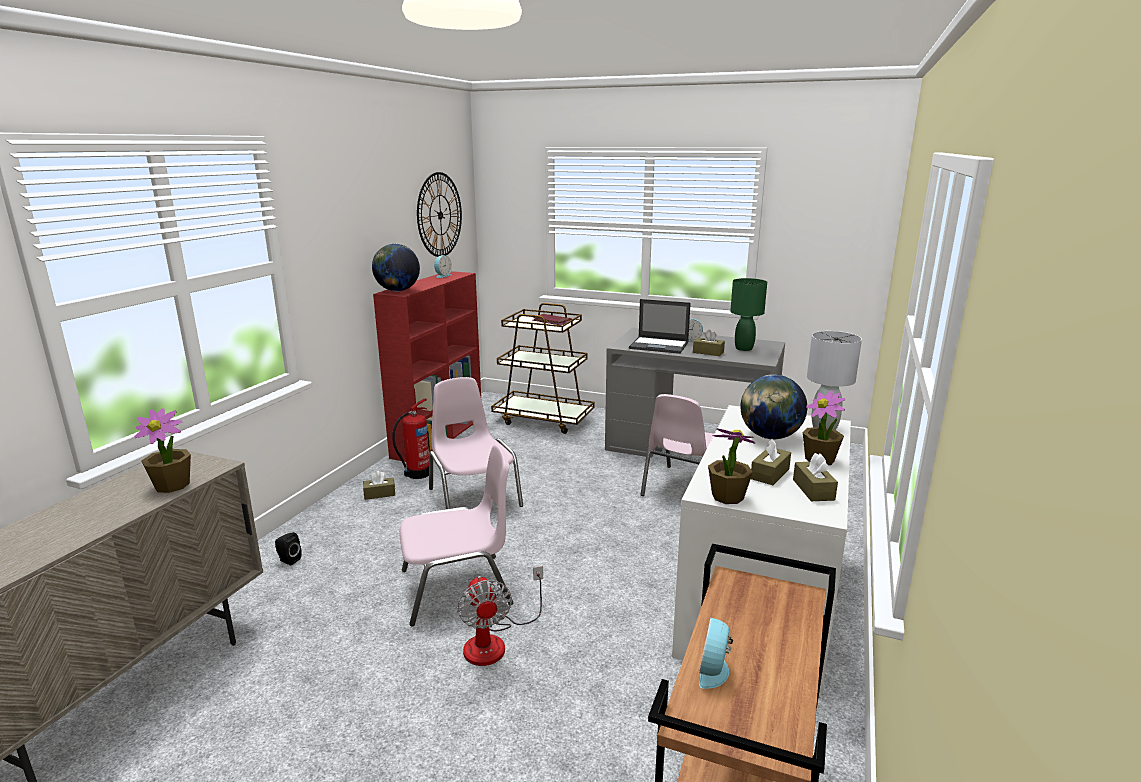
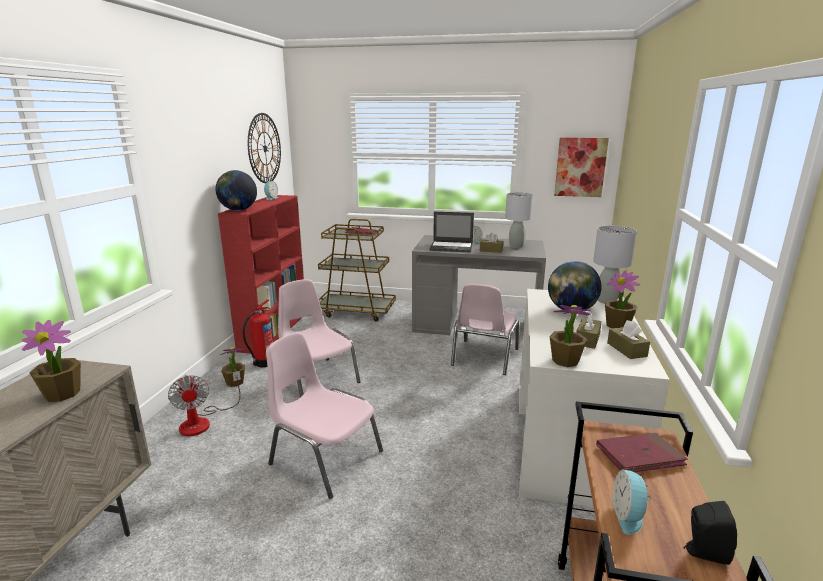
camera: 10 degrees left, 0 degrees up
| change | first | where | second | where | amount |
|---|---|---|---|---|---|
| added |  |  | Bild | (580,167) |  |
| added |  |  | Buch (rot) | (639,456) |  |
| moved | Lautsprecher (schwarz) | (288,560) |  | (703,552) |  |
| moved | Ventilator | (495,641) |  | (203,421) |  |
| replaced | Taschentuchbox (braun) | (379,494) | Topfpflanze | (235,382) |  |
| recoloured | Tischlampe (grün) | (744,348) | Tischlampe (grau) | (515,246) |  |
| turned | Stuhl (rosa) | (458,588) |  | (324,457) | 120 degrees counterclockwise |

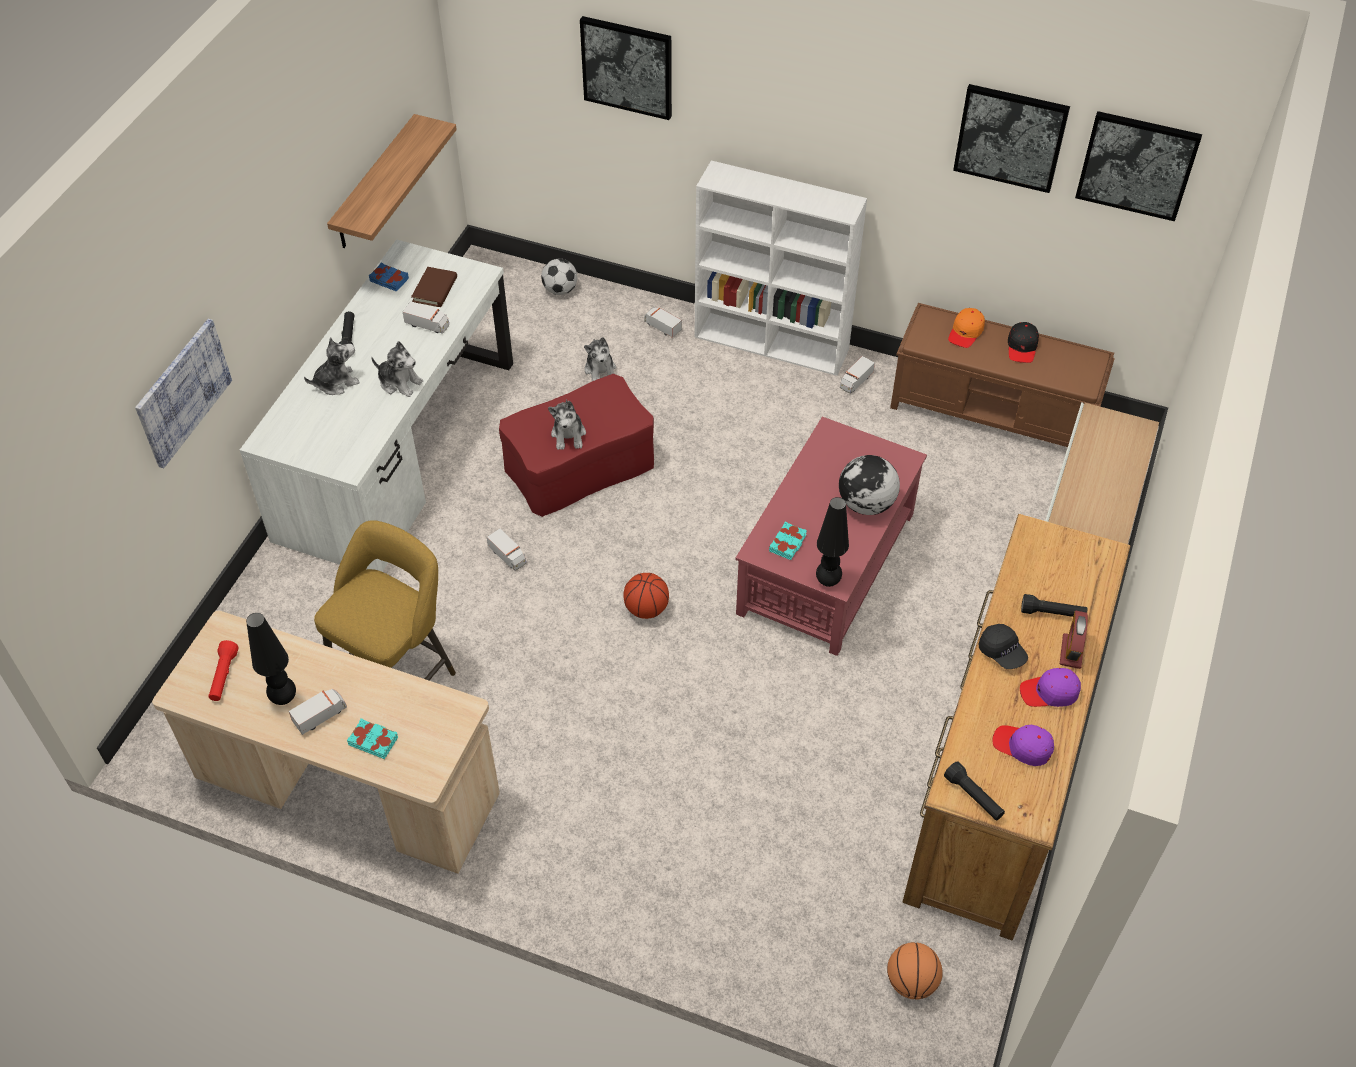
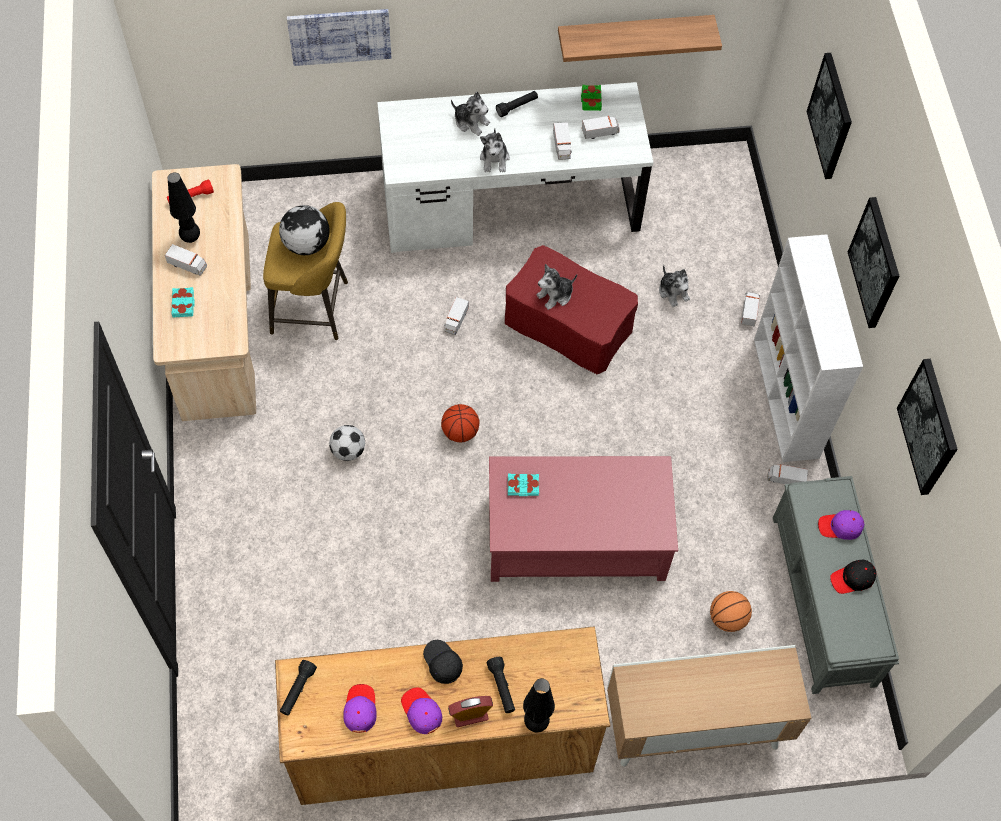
camera: 60 degrees right, 10 degrees up
| change | first | where | second | where | amount |
|---|---|---|---|---|---|
| moved | Fußball | (560,290) |  | (348,451) |  |
| moved | Tischlampe (schwarz) | (828,581) |  | (536,723) |  |
| moved | Globus | (865,504) |  | (306,244) |  |
| moved | Basketball | (911,981) |  | (727,618) |  |
| moved | Bild | (1137,165) |  | (875,263) |  |
| replaced | Buch (braun) | (435,289) | Spielzeuglaster | (600,132) |  |
| recoloured | Buch (blau) | (389,280) | Buch (grün) | (591,100) |  |
| recoloured | Bank (braun) | (994,411) | Bank (grau) | (823,601) |  |
| recoloured | Kappe (orange) | (966,332) | Kappe (lila) | (840,527) |  |
| turned | Plüschtier | (600,370) |  | (673,292) | 75 degrees counterclockwise |
| turned | Kappe (schwarz) | (1002,652) |  | (442,663) | 120 degrees clockwise |

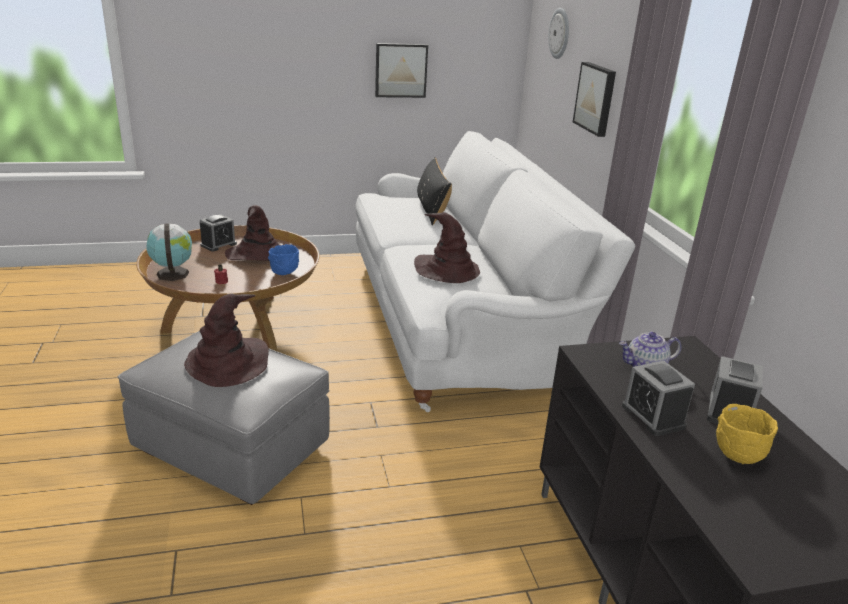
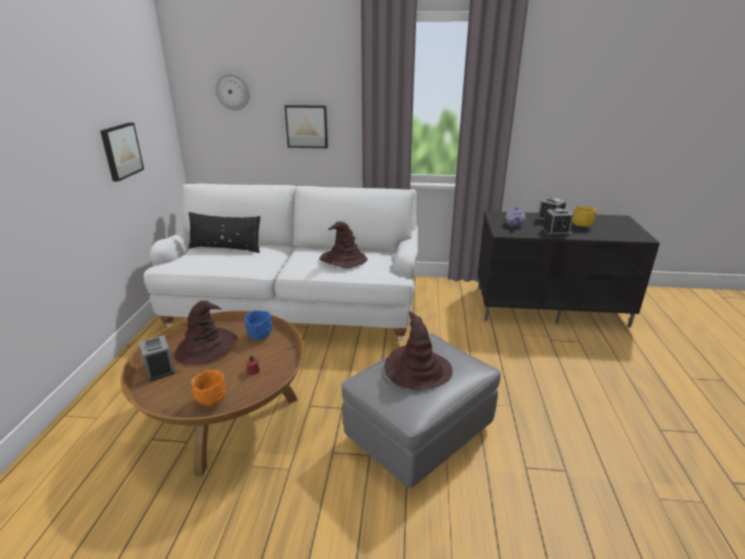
camera: 70 degrees left, 0 degrees up
| change | first | where | second | where | amount |
|---|---|---|---|---|---|
| replaced | Globus | (172,273) | Schüssel (orange) | (211,402) |  |

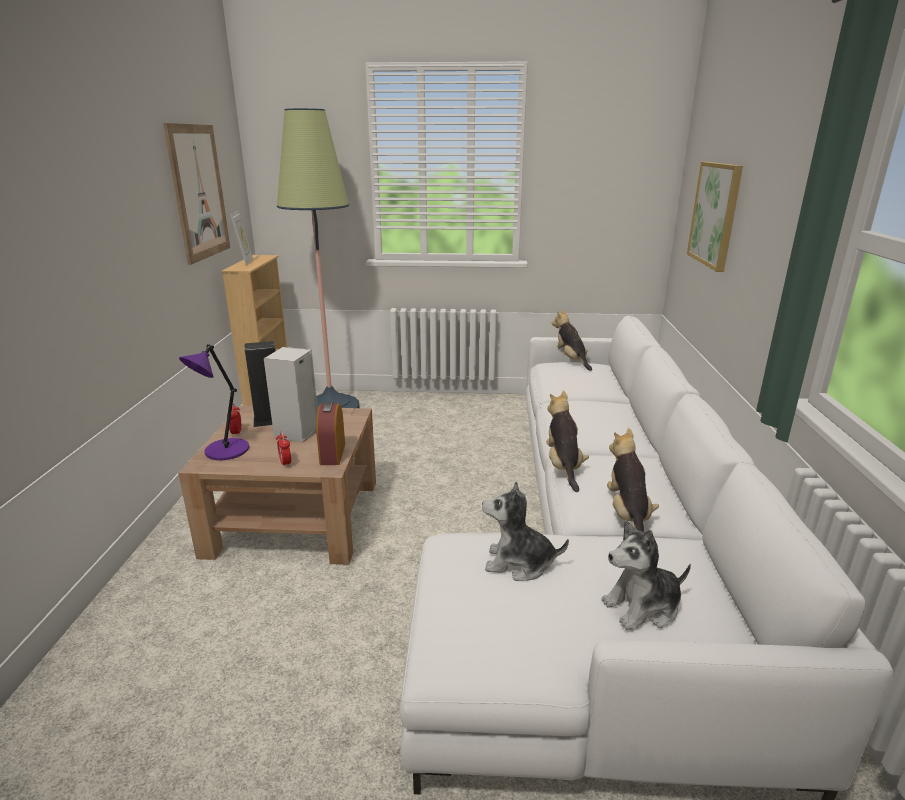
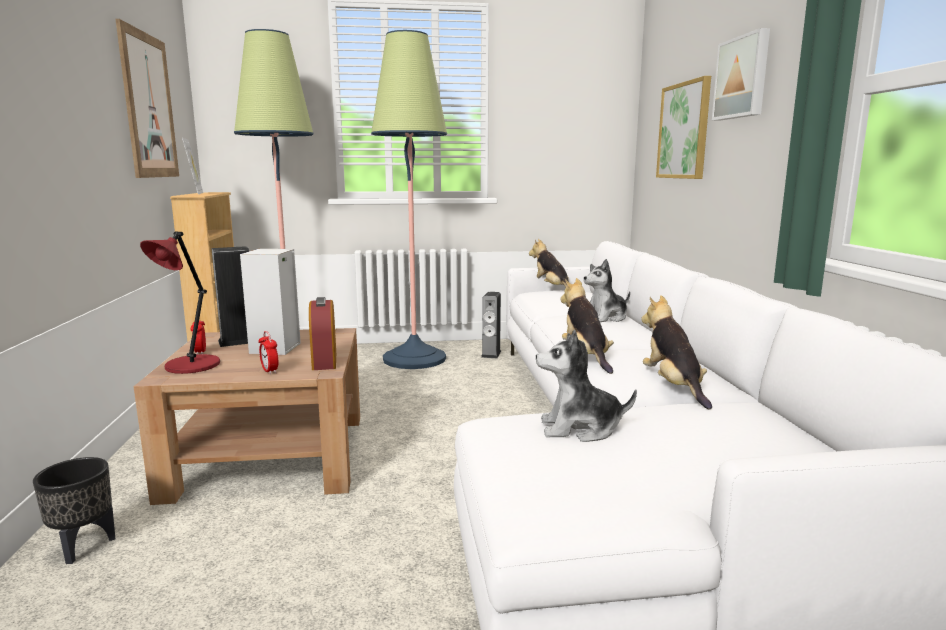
camera: 10 degrees left, 10 degrees down
| change | first | where | second | where | amount |
|---|---|---|---|---|---|
| added |  |  | Pflanzkübel (schwarz) | (83,546) |  |
| added |  |  | Stehlampe | (414,359) |  |
| added |  |  | Lautsprecher | (491,354) |  |
| added |  |  | Bild | (743,77) |  |
| moved | Plüschtier | (642,607) |  | (605,318) |  |
| recoloured | Tischlampe (lila) | (225,451) | Tischlampe (rot) | (190,366) |  |

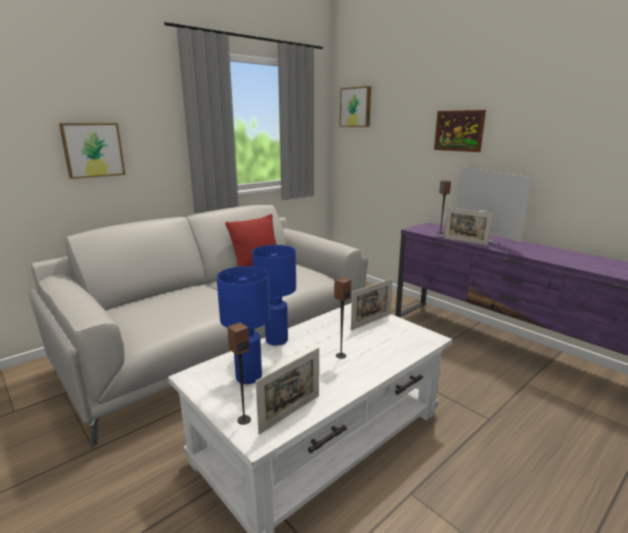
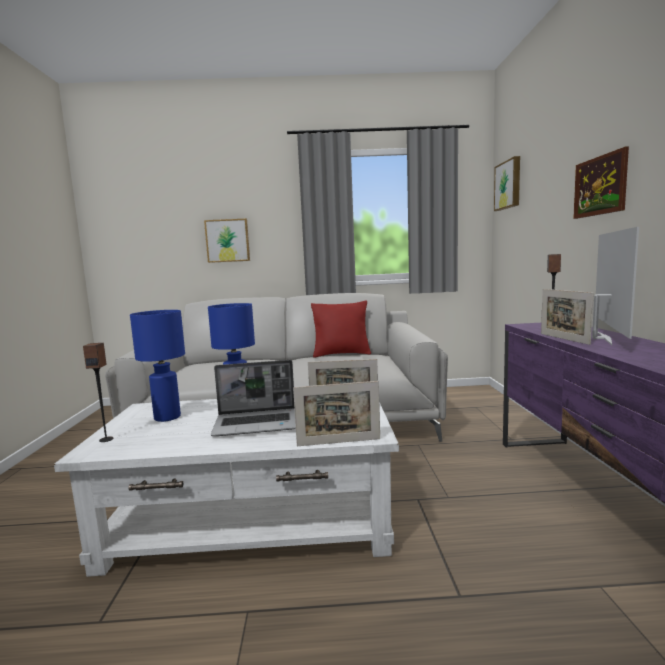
camera: 40 degrees right, 10 degrees down
| change | first | where | second | where | amount |
|---|---|---|---|---|---|
| moved | Bilderrahmen | (290,413) |  | (338,442) |  |
| replaced | Lautsprecher | (340,355) | Laptop | (257,424) |  |

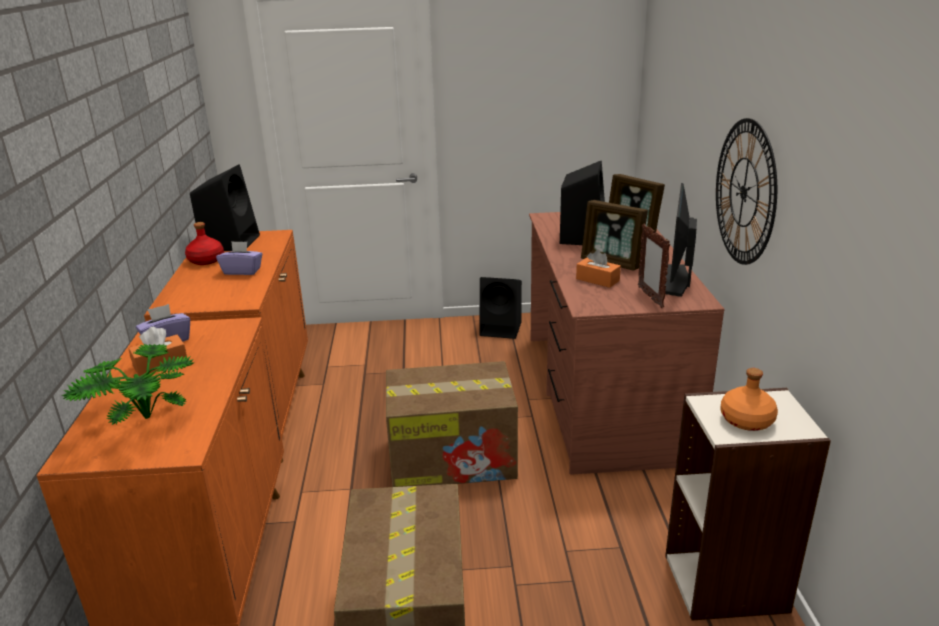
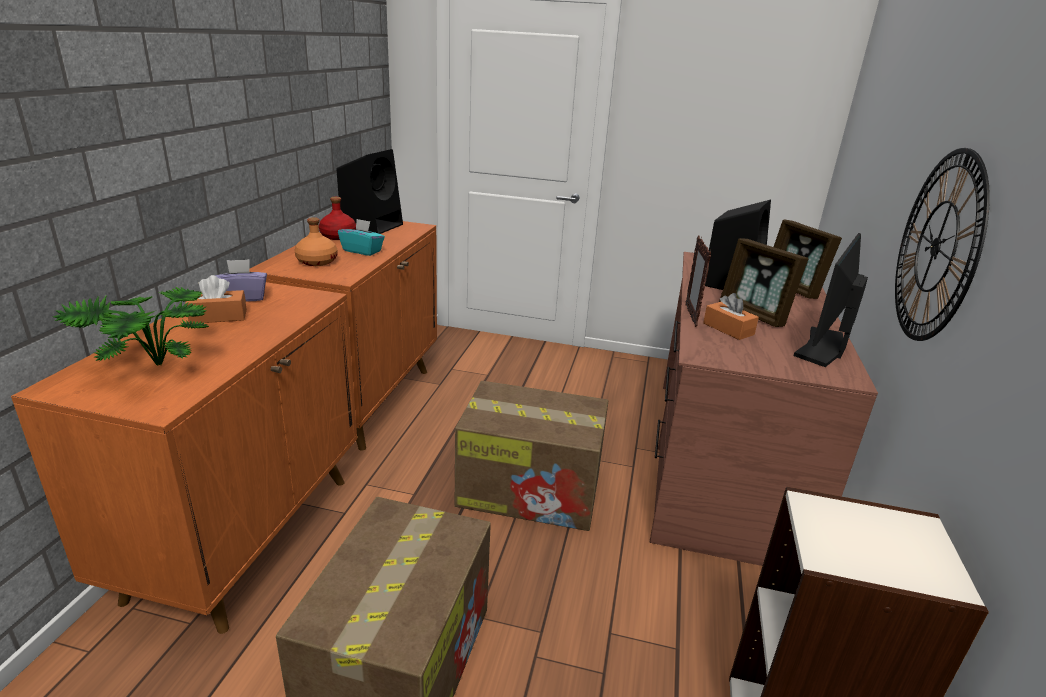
camera: 15 degrees right, 0 degrees up
| change | first | where | second | where | amount |
|---|---|---|---|---|---|
| removed | Lautsprecher (schwarz) | (502,329) |  |  |  |
| moved | Bilderrahmen | (650,297) |  | (691,315) |  |
| moved | Flasche (orange) | (746,420) |  | (316,261) |  |
| recoloured | Taschentuchbox (lila) | (242,271) | Taschentuchbox (türkis) | (362,251) |  |

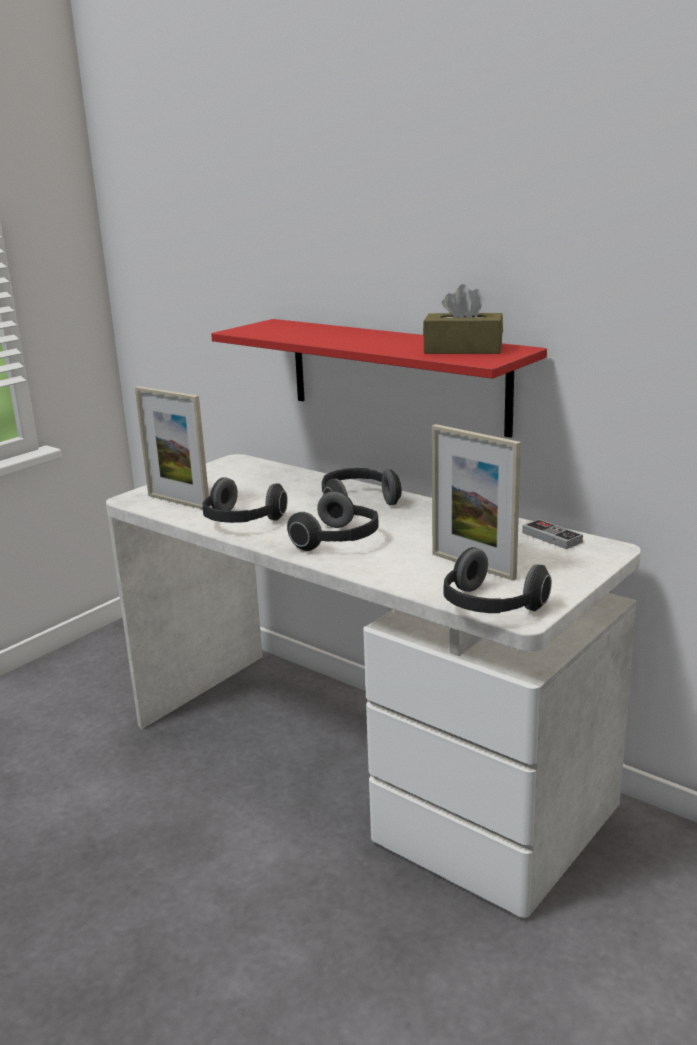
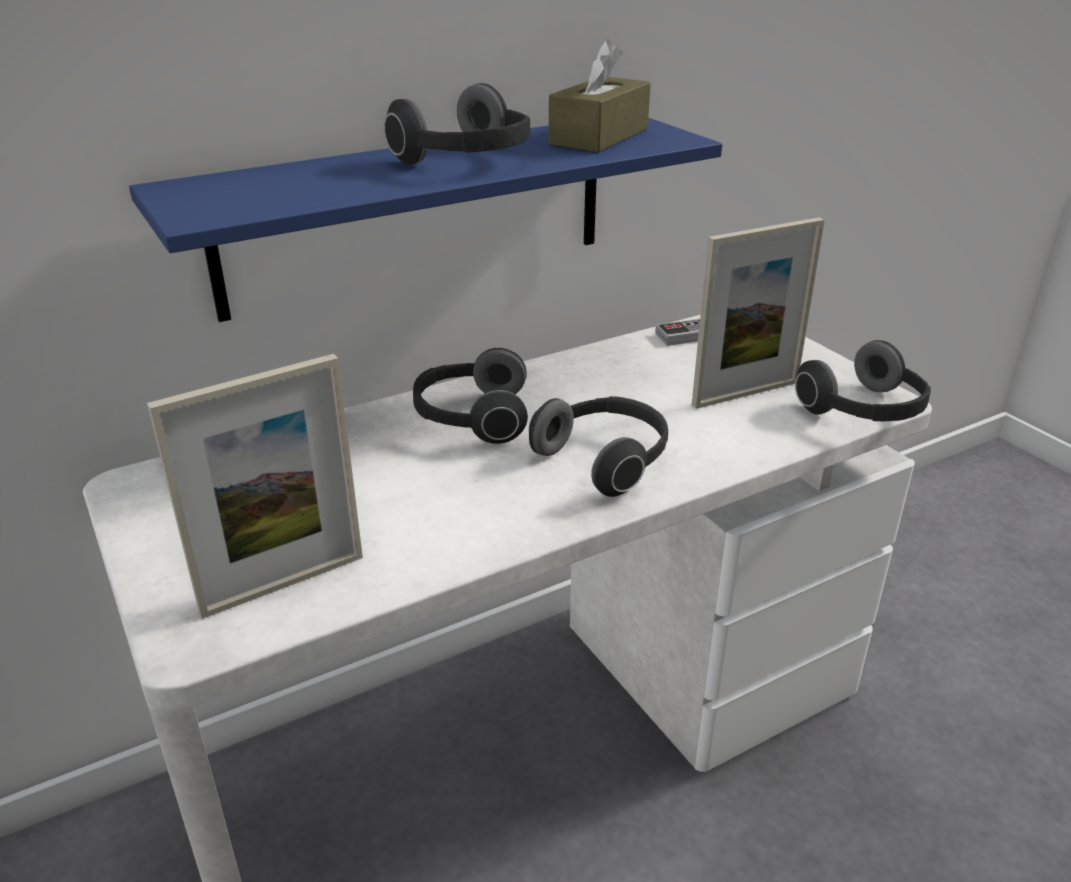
camera: 70 degrees left, 10 degrees up
| change | first | where | second | where | amount |
|---|---|---|---|---|---|
| moved | Kopfhörer | (241,522) |  | (467,160) |  |
| recoloured | Wandregal (rot) | (396,375) | Wandregal (blau) | (417,213) |  |

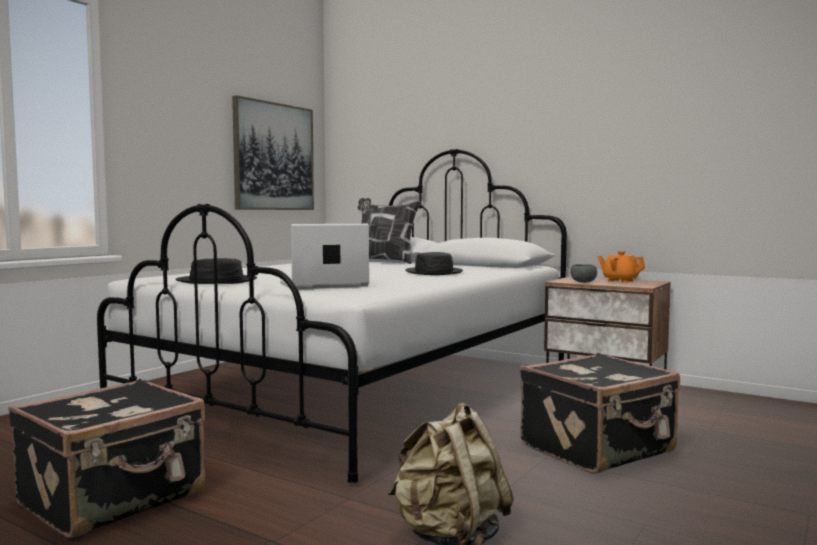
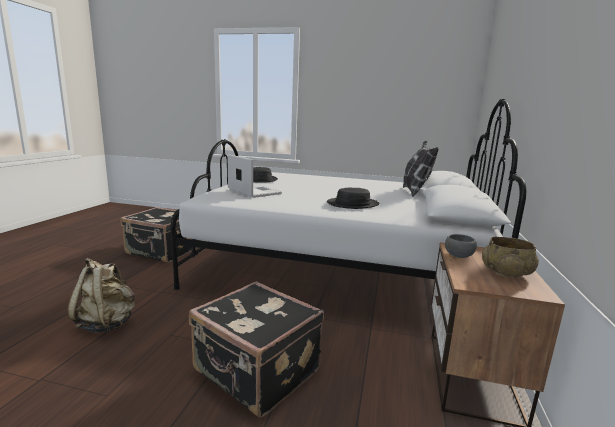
camera: 70 degrees right, 10 degrees up
| change | first | where | second | where | amount |
|---|---|---|---|---|---|
| removed | Bild | (274,157) |  |  |  |
| replaced | Teekanne (orange) | (620,281) | Schüssel (beige) | (506,273) |  |

